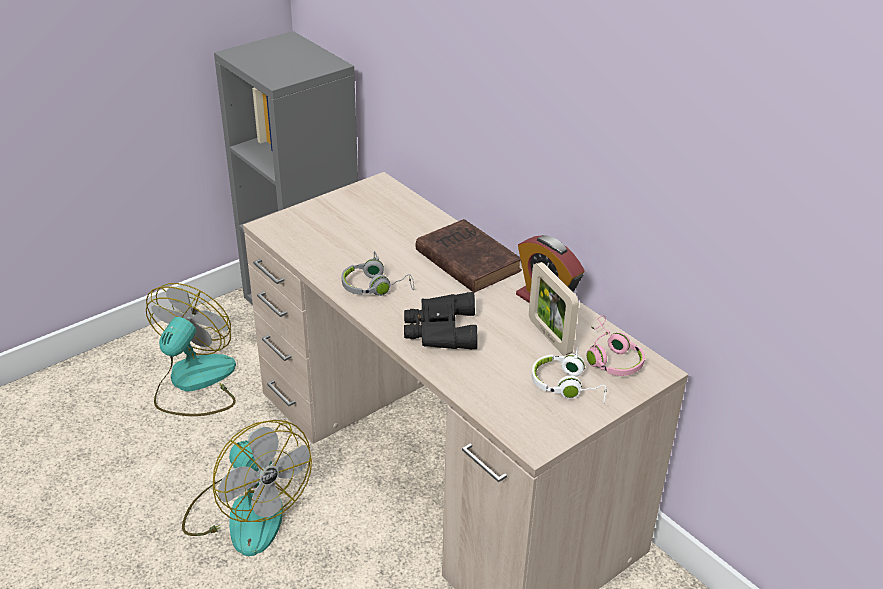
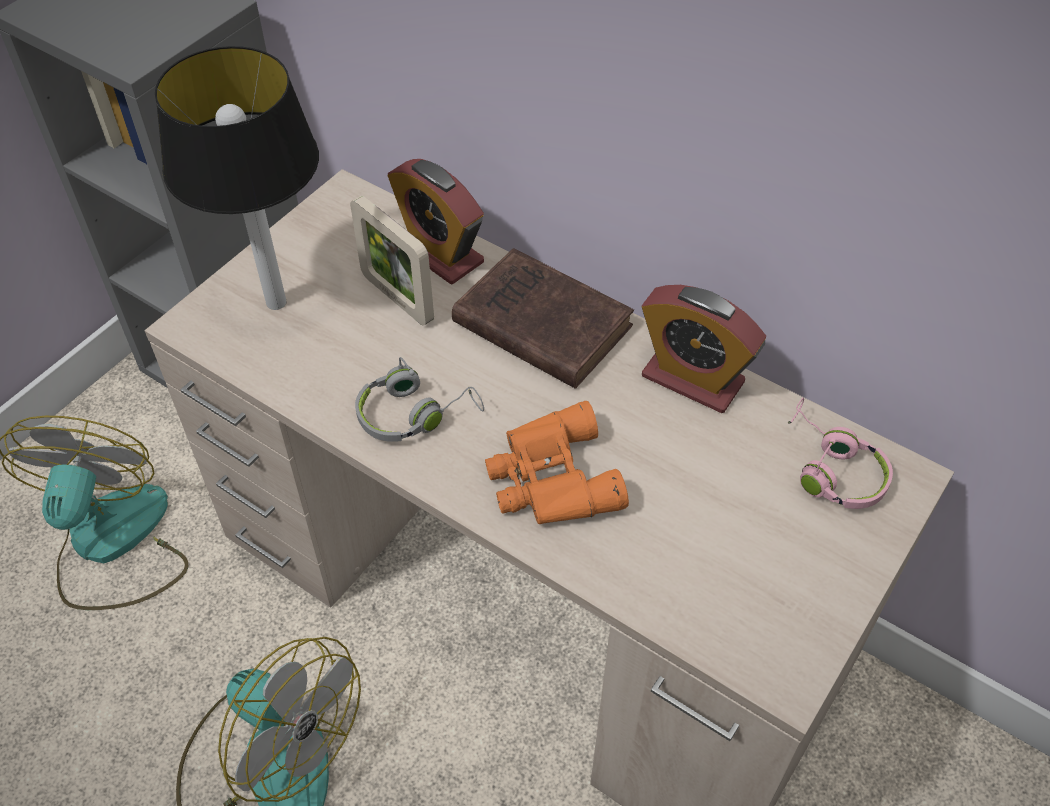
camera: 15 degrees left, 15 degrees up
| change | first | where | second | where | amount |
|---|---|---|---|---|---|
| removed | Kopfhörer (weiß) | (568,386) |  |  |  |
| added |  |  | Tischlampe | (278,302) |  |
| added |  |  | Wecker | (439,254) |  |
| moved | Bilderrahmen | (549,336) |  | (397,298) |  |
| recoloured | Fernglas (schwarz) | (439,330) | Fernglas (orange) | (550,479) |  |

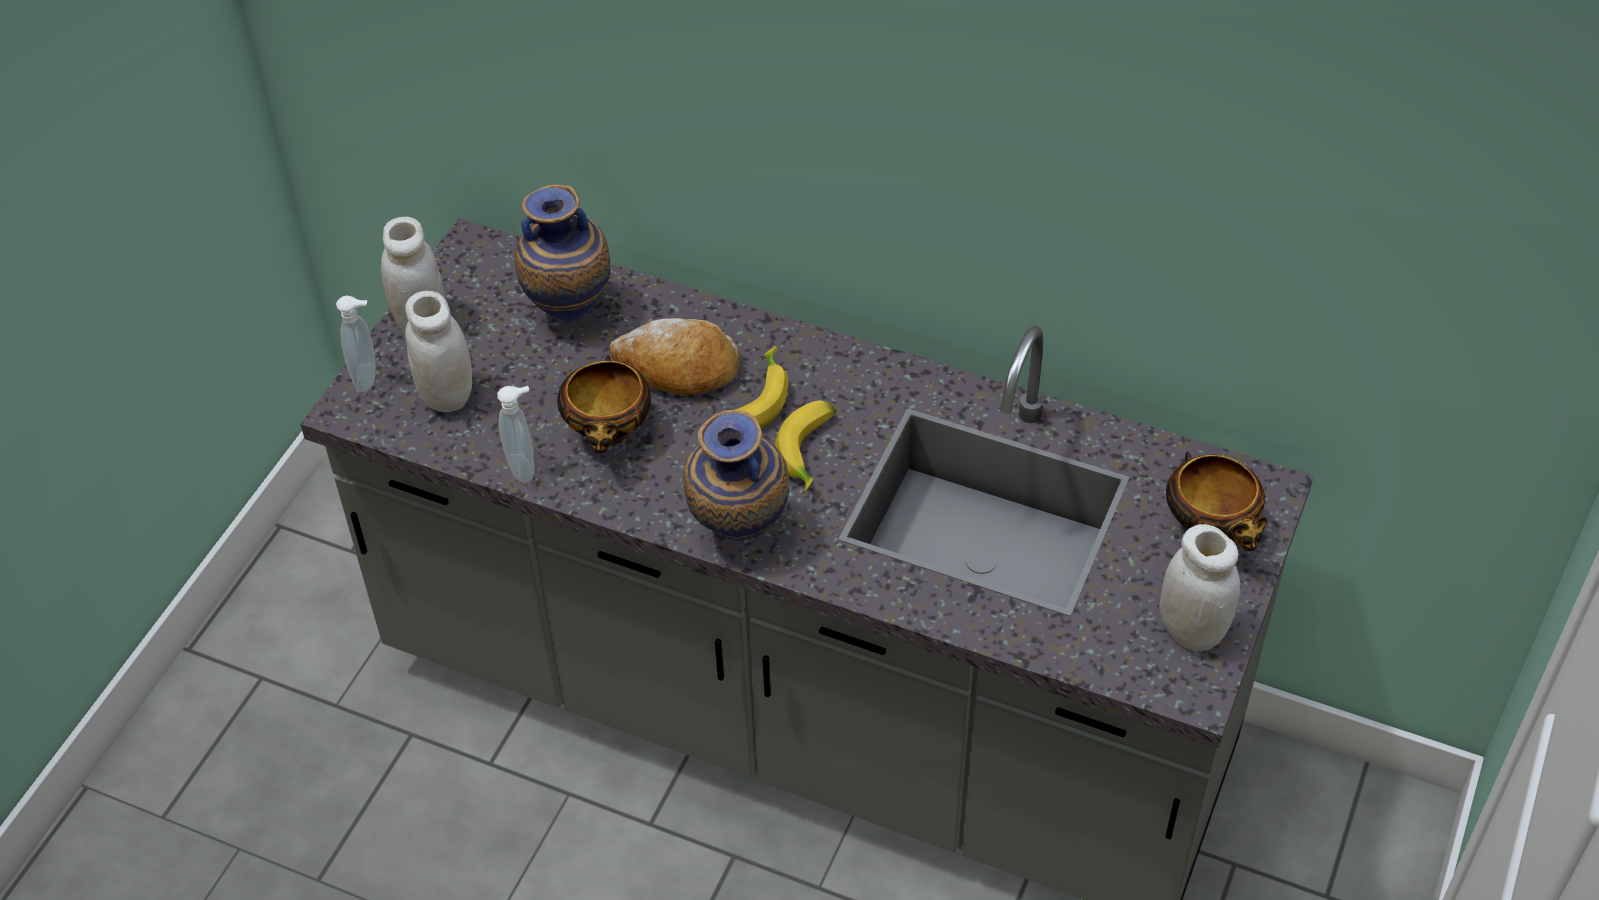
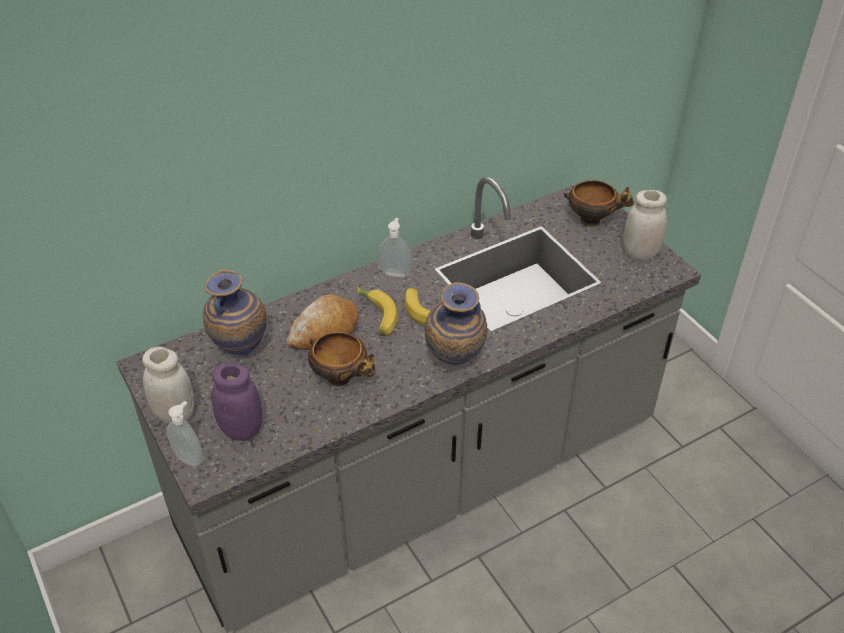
camera: 55 degrees left, 5 degrees down
| change | first | where | second | where | amount |
|---|---|---|---|---|---|
| moved | Seifenspender | (524,467) |  | (395,272) |  |
| recoloured | Vorratsglas (weiß) | (446,395) | Vorratsglas (lila) | (242,429) |  |

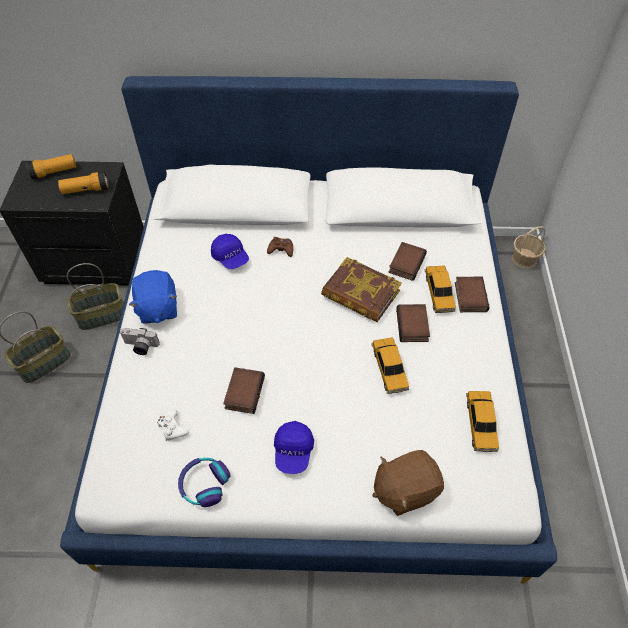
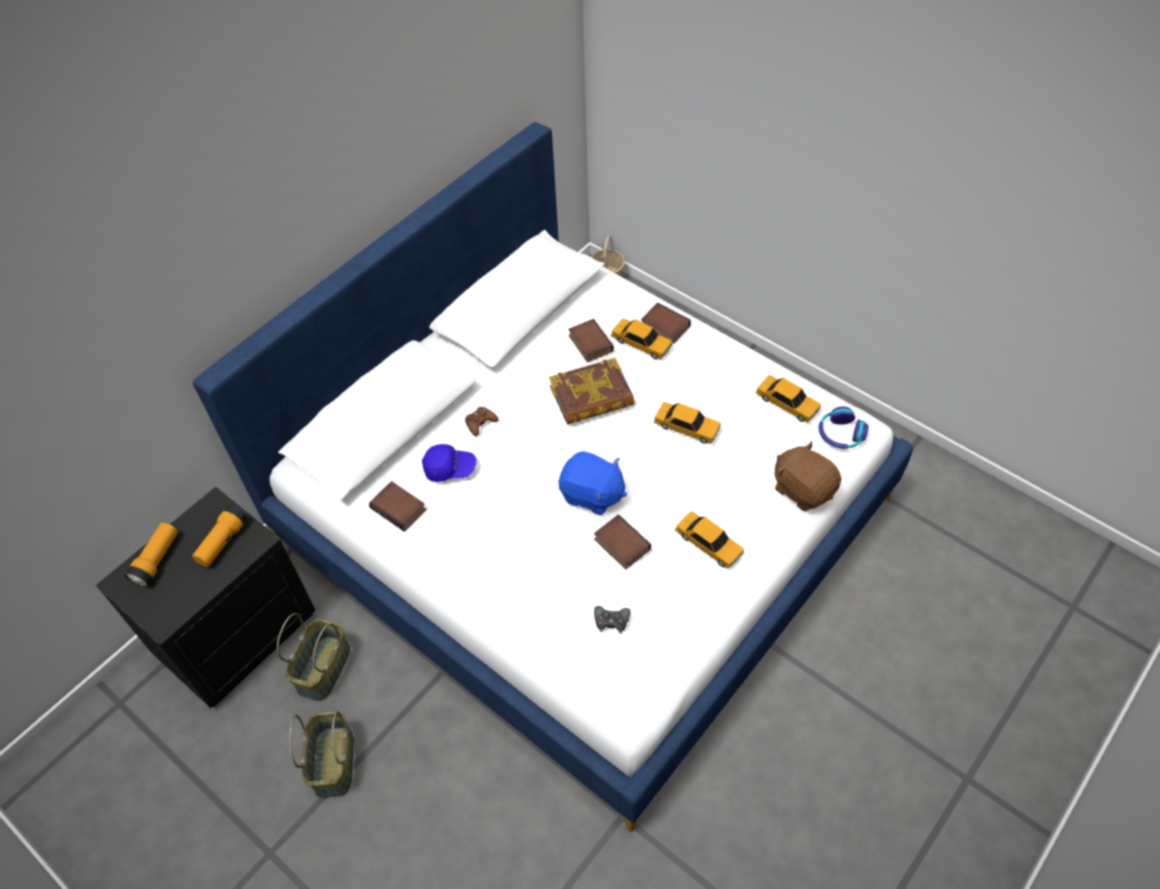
camera: 50 degrees left, 0 degrees up
| change | first | where | second | where | amount |
|---|---|---|---|---|---|
| removed | Kamera | (140,347) |  |  |  |
| moved | Plüschtier (blau) | (157,308) |  | (592,495) |  |
| moved | Kopfhörer | (204,484) |  | (840,434) |  |
| moved | Buch | (413,326) |  | (400,508) |  |
| replaced | Kappe (blau) | (293,451) | Spielzeugauto | (709,544) |  |
| recoloured | Gamepad (weiß) | (172,428) | Gamepad (schwarz) | (611,621) |  |
| turned | Plüschtier (braun) | (405,489) |  | (803,489) | 120 degrees clockwise |

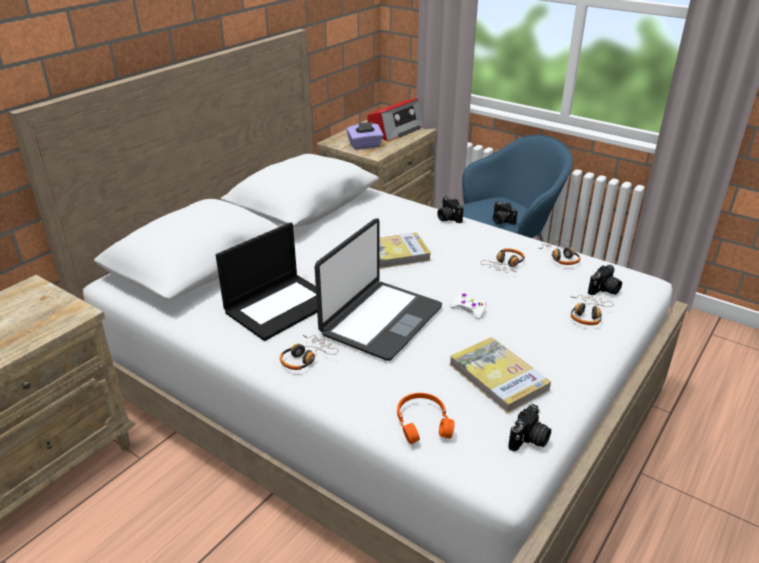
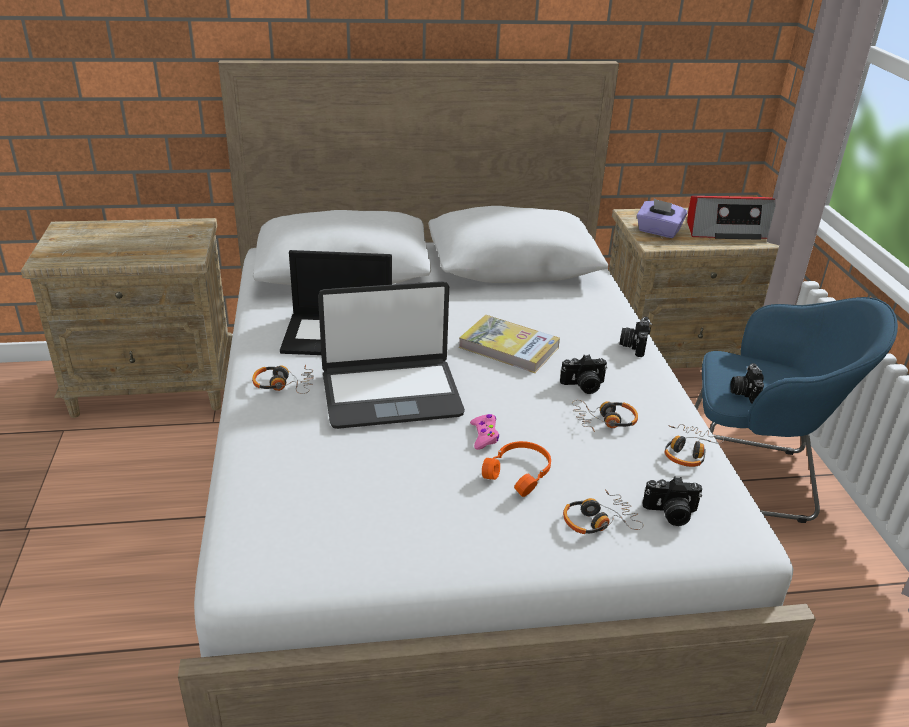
camera: 45 degrees right, 0 degrees up
| change | first | where | second | where | amount |
|---|---|---|---|---|---|
| removed | Buch | (498,377) |  |  |  |
| moved | Kopfhörer (orange) | (423,423) |  | (520,473) |  |
| moved | Kamera | (529,440) |  | (583,386) |  |
| recoloured | Gamepad (weiß) | (469,309) | Gamepad (rosa) | (484,436) |  |

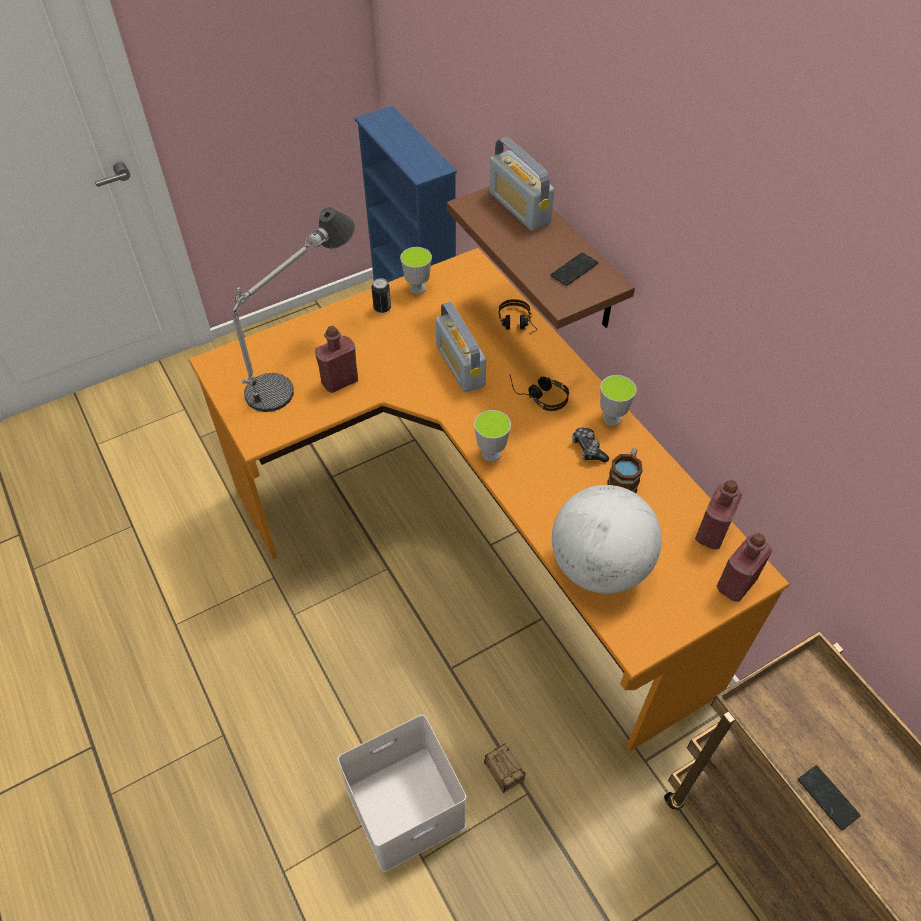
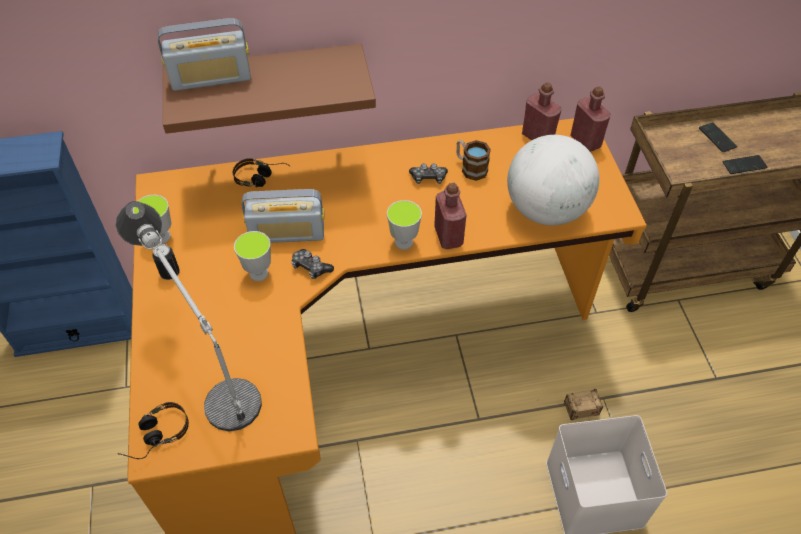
camera: 70 degrees left, 0 degrees up
| change | first | where | second | where | amount |
|---|---|---|---|---|---|
| added |  |  | Gamepad | (311,267) |  |
| moved | Flasche (rot) | (340,381) |  | (448,236) |  |
| moved | Kopfhörer | (538,395) |  | (155,436) |  |
| moved | Handy | (574,270) |  | (717,138) |  |
| moved | Tasse | (612,418) |  | (259,273) |  |

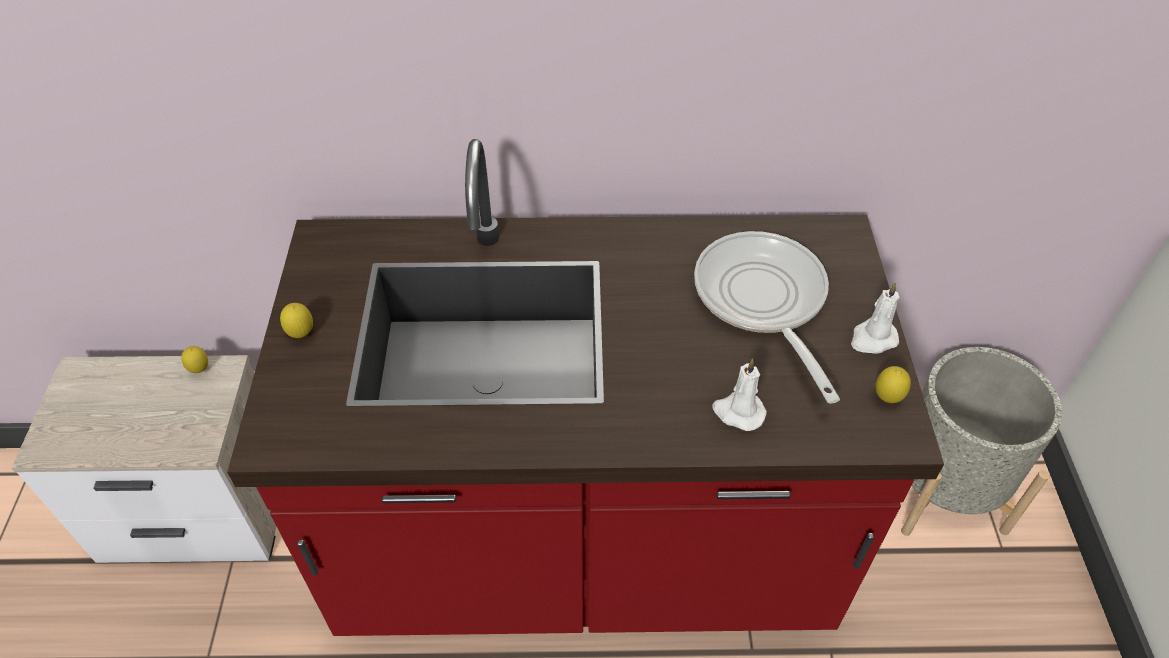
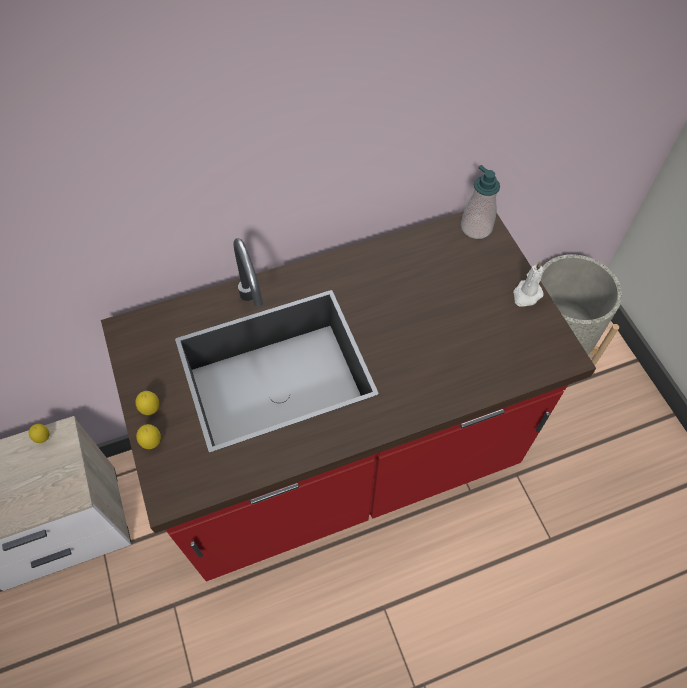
camera: 20 degrees left, 10 degrees up
| change | first | where | second | where | amount |
|---|---|---|---|---|---|
| removed | Pfanne | (762,301) |  |  |  |
| removed | Kerze (weiß) | (738,412) |  |  |  |
| added |  |  | Seifenspender | (476,227) |  |
| moved | Zitrone | (887,399) |  | (152,443) |  |

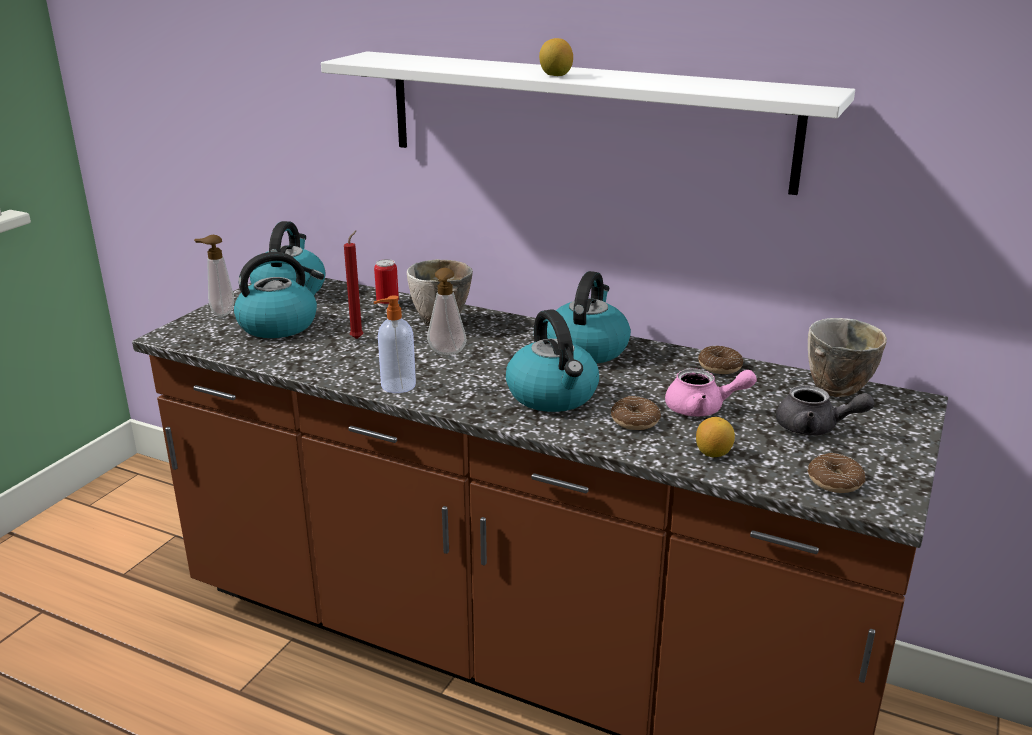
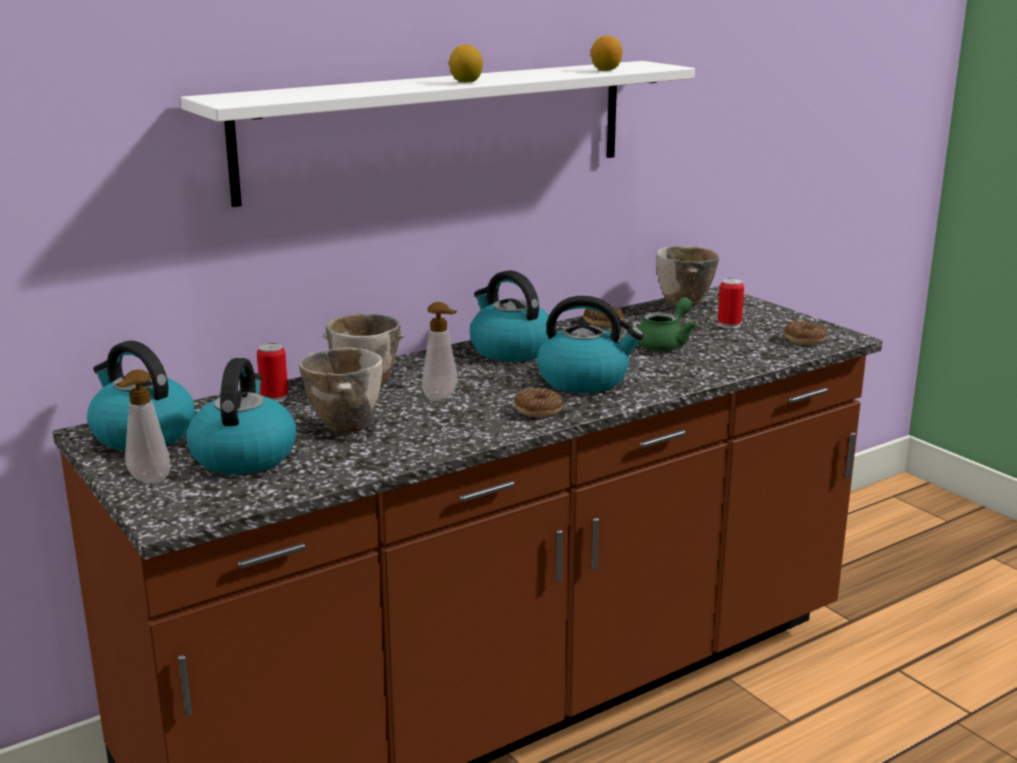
camera: 60 degrees left, 5 degrees down
| change | first | where | second | where | amount |
|---|---|---|---|---|---|
| removed | Seifenspender | (397,386) |  |  |  |
| moved | Donut | (635,421) |  | (538,410) |  |
| moved | Zitrone | (713,453) |  | (606,70) |  |
| replaced | Kerze (rot) | (358,338) | Schüssel | (345,425) |  |
| replaced | Teekanne (grau) | (815,428) | Dose | (729,325) |  |
| recoloured | Teekanne (rosa) | (703,409) | Teekanne (grün) | (665,344) |  |

